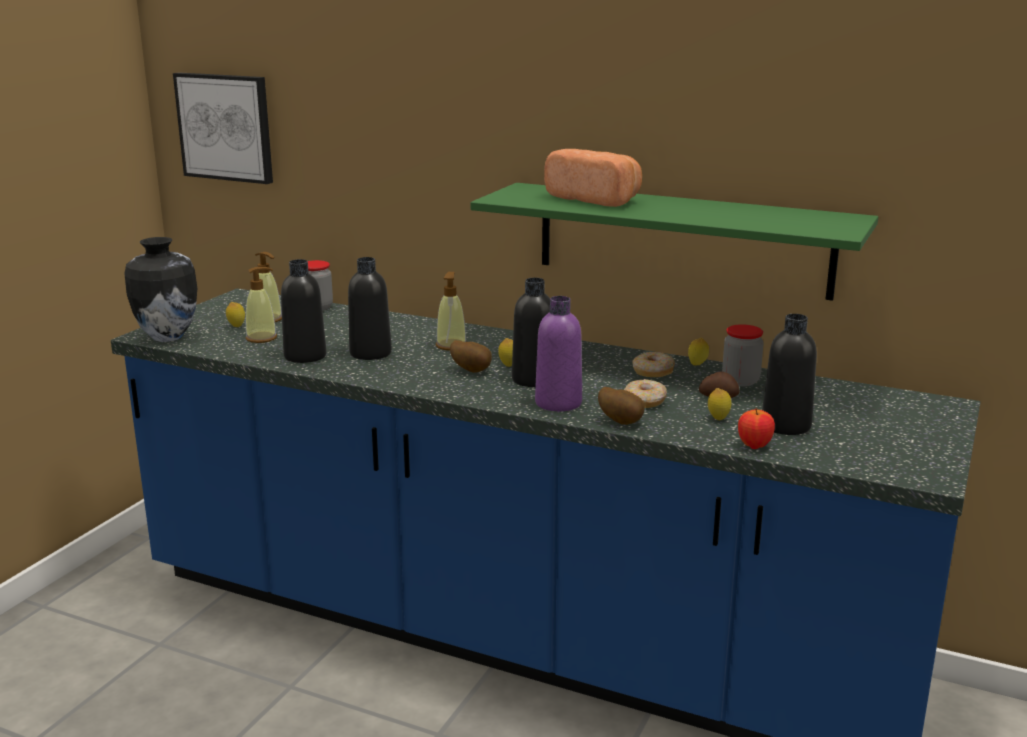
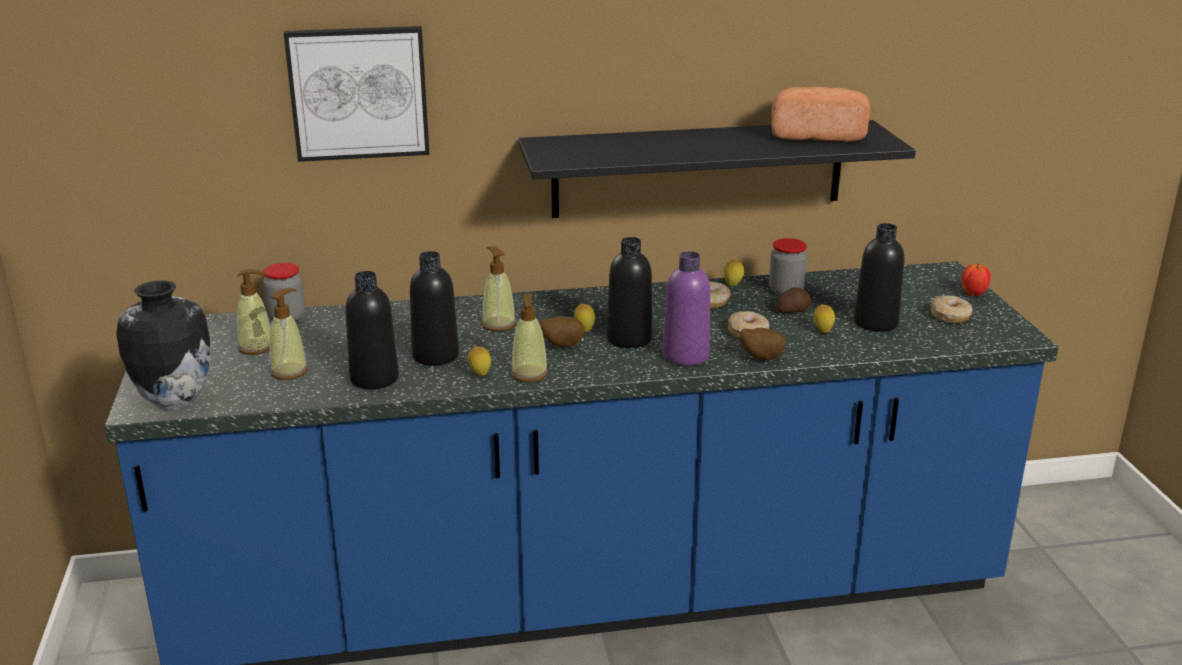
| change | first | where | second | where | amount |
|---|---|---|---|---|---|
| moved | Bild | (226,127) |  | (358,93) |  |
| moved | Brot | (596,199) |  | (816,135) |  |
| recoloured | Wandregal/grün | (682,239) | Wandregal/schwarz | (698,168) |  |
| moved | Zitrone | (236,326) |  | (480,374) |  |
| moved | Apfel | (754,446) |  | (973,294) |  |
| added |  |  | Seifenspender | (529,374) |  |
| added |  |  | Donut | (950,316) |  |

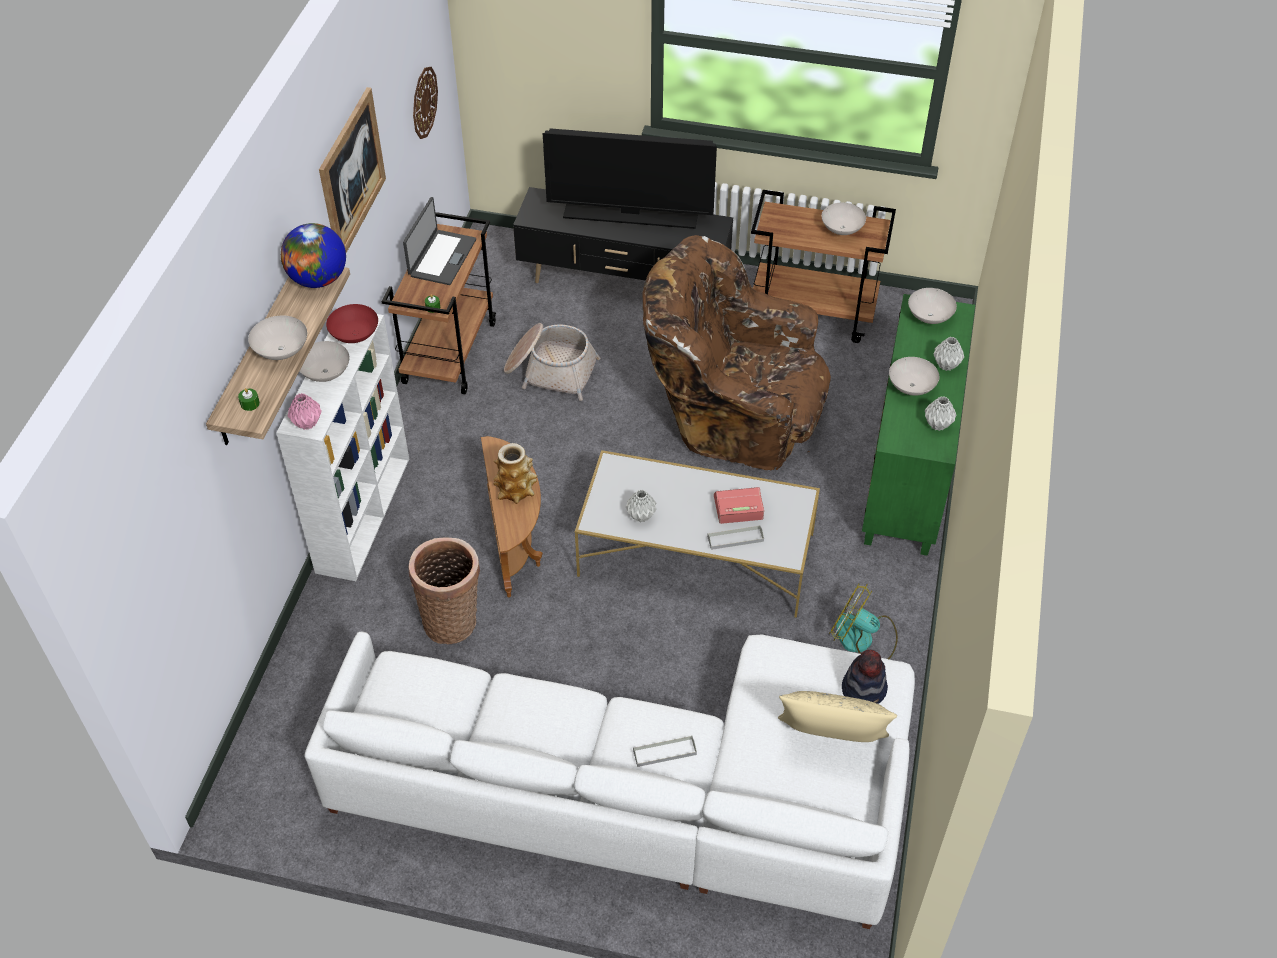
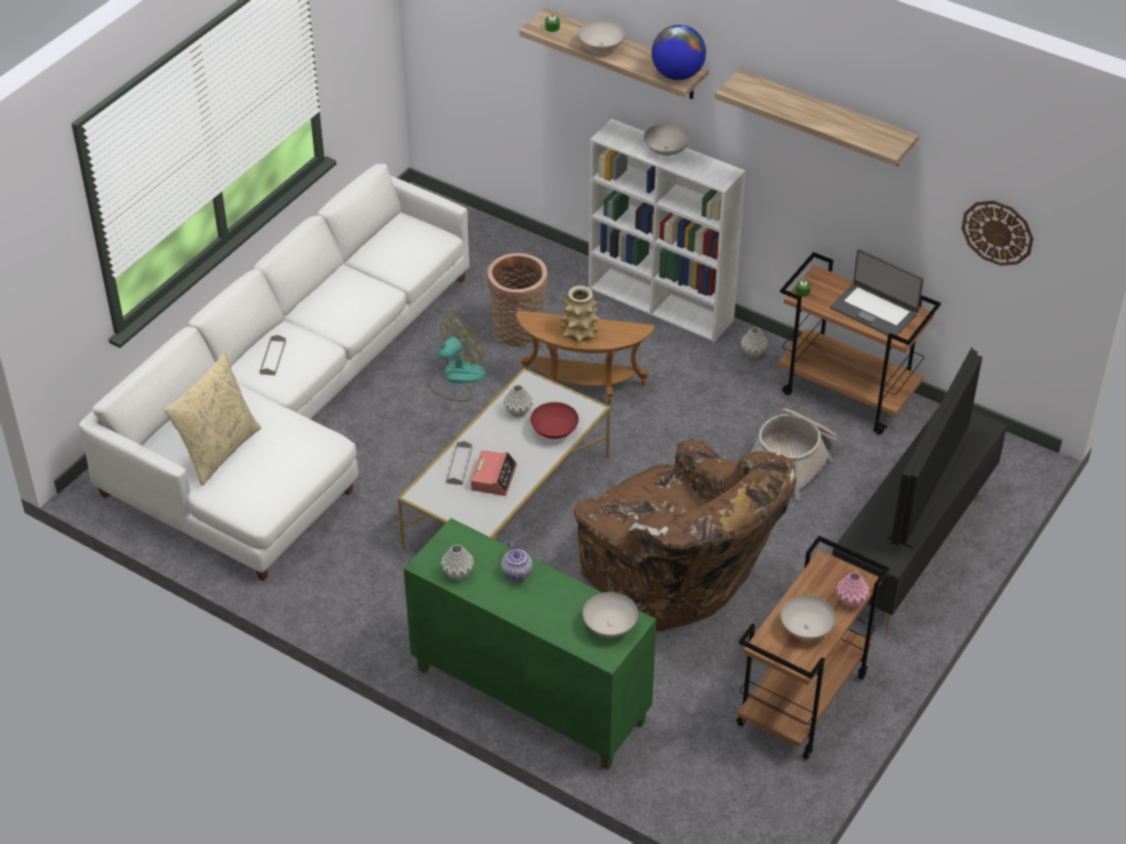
| change | first | where | second | where | amount |
|---|---|---|---|---|---|
| replaced | Bild | (352,174) | Wandregal | (825,119) |  |
| turned | Sessel/braun | (732,412) |  | (676,582) | 105 degrees clockwise |
| moved | Schüssel/rot | (354,336) |  | (554,431) |  |
| moved | Vase/grau | (946,365) |  | (753,353) |  |
| replaced | Schüssel/weiß | (912,387) | Teekanne | (517,573) |  |
| moved | Vase/rosa | (308,423) |  | (851,602) |  |
| moved | Ventilator | (862,639) |  | (456,378) |  |
| removed | Hut | (864,689) |  |  |  |

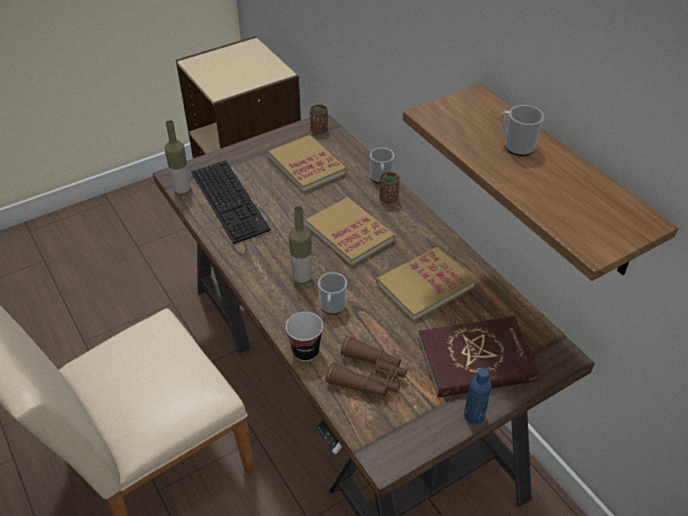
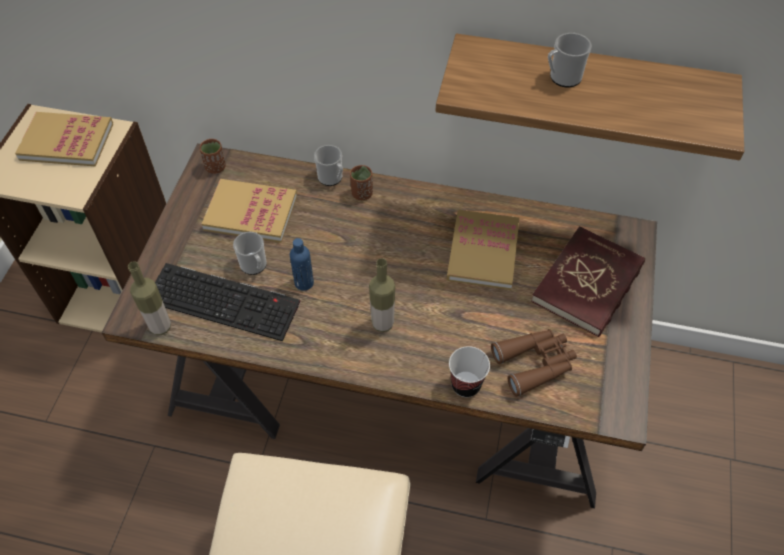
| change | first | where | second | where | amount |
|---|---|---|---|---|---|
| moved | Buch | (349,233) |  | (67,141) |  |
| moved | Henkelbecher | (332,307) |  | (255,266) |  |
| moved | Flasche/blau | (474,415) |  | (304,283) |  |

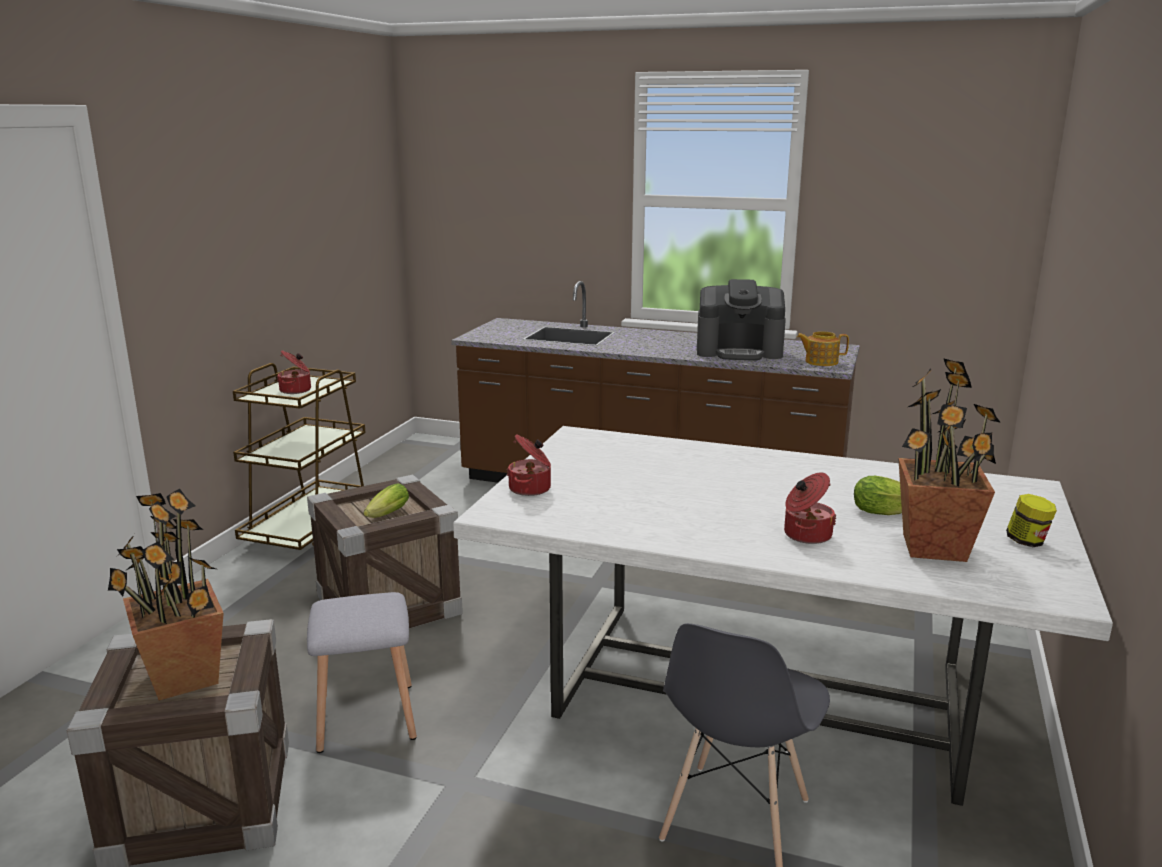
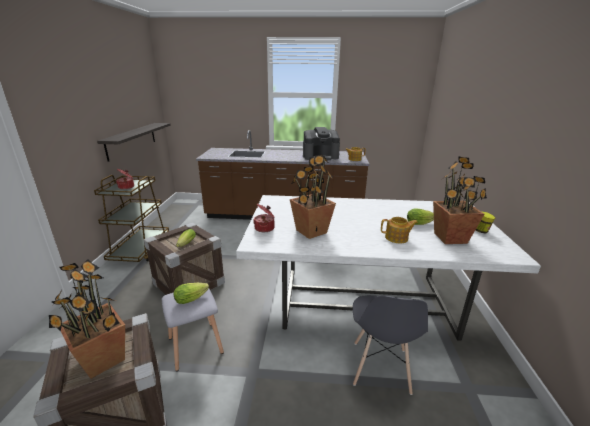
| change | first | where | second | where | amount |
|---|---|---|---|---|---|
| replaced | Kochtopf | (806,534) | Teekanne | (397,238) |  |
| added |  |  | Wandregal | (131,140) |  |
| added |  |  | Topfpflanze | (310,231) |  |
| added |  |  | Salatkopf | (193,298) |  |

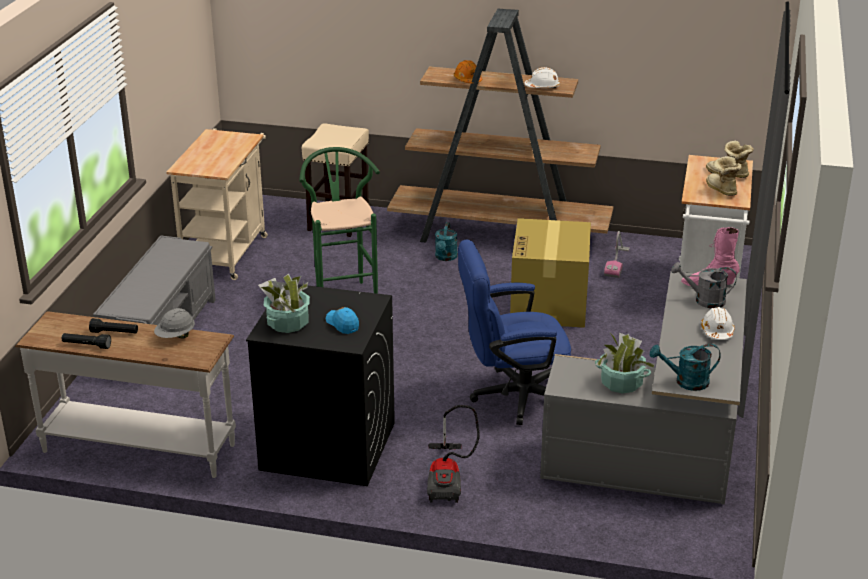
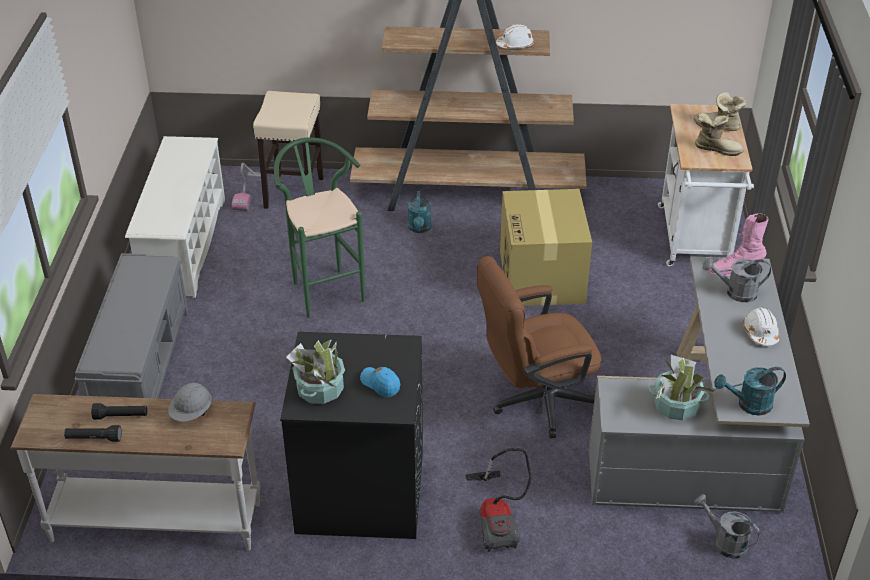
| change | first | where | second | where | amount |
|---|---|---|---|---|---|
| removed | Schutzhelm/orange | (468,80) |  |  |  |
| replaced | Rollwagen/beige | (227,251) | Schuhregal/weiß | (184,245) |  |
| turned | Stiefel | (720,190) |  | (716,148) | 135 degrees clockwise |
| moved | Staubsauger | (617,263) |  | (247,192) |  |
| recoloured | Bürostuhl/blau | (512,396) | Bürostuhl/braun | (535,401) |  |
| added |  |  | Gießkanne/grau | (724,542) |  |

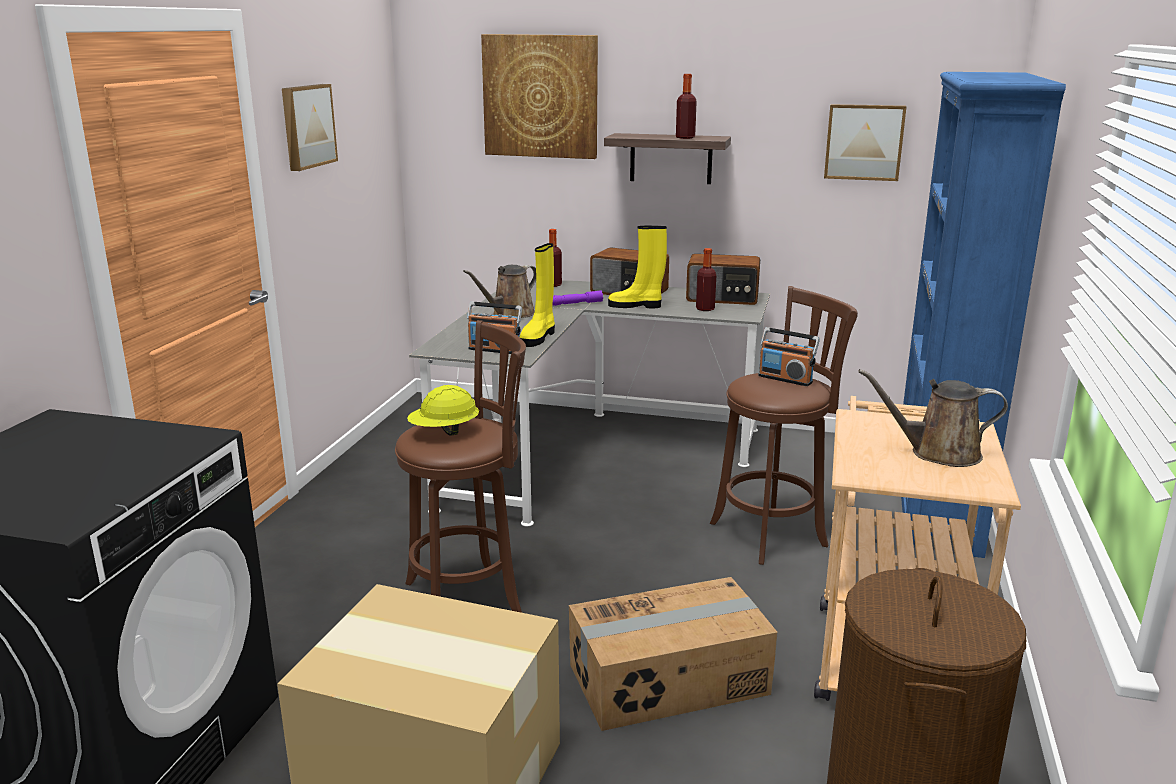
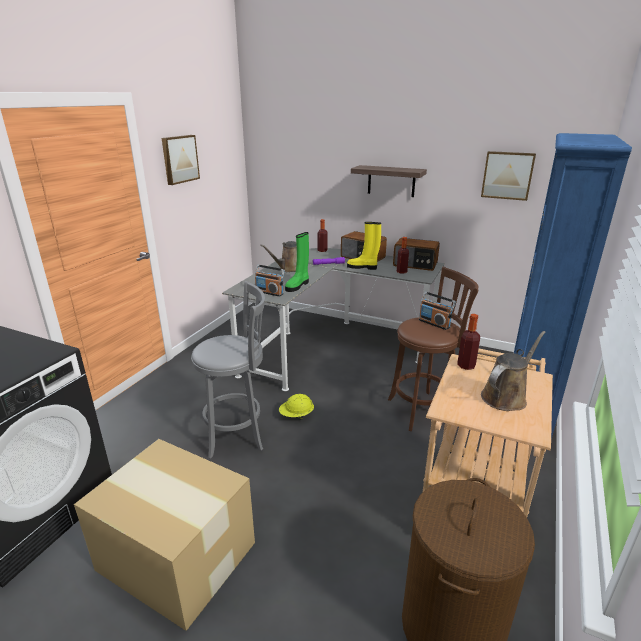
| change | first | where | second | where | amount |
|---|---|---|---|---|---|
| removed | Bild | (540,96) |  |  |  |
| moved | Flasche | (685,137) |  | (466,365) |  |
| recoloured | Stiefel/gelb | (538,337) | Stiefel/grün | (297,285) |  |
| recoloured | Hocker/braun | (469,597) | Hocker/grau | (238,434) |  |
| turned | Gießkanne/braun | (938,453) |  | (506,396) | 120 degrees clockwise |
| moved | Schutzhelm/gelb | (444,432) |  | (296,415) |  |
| removed | Karton | (669,680) |  |  |  |

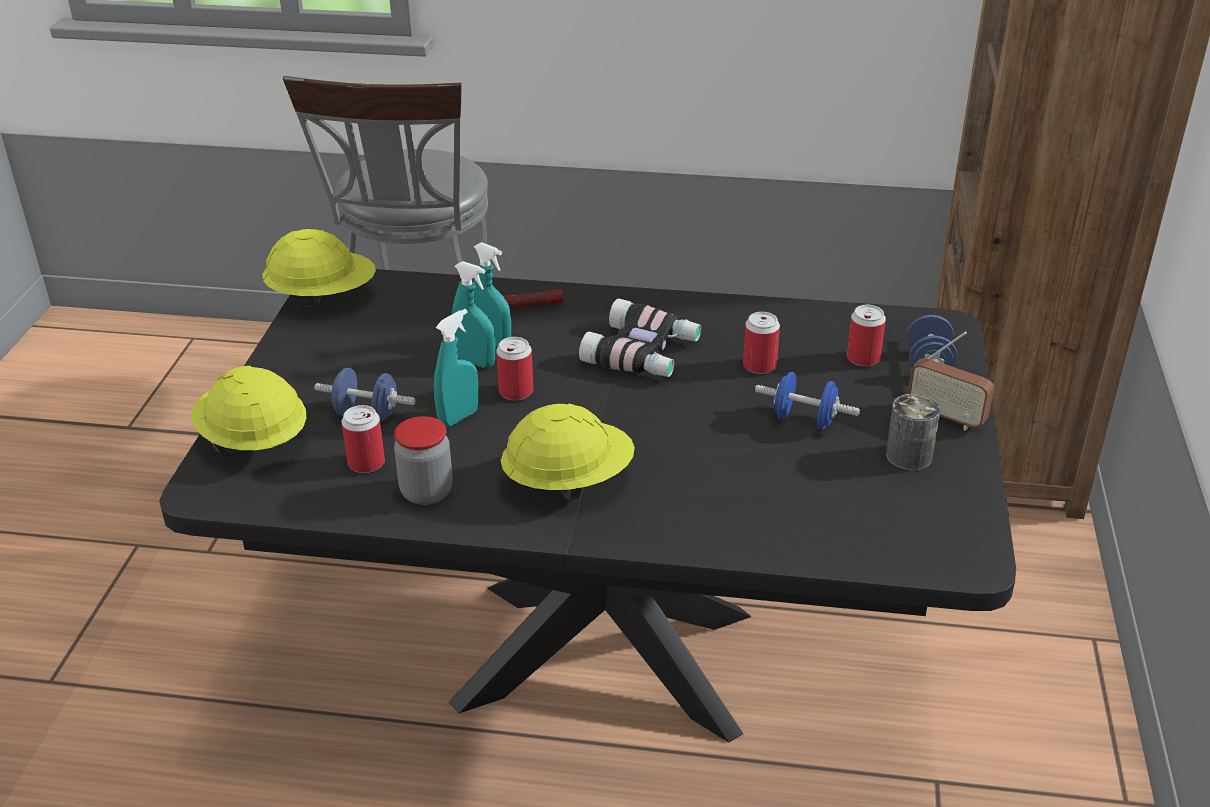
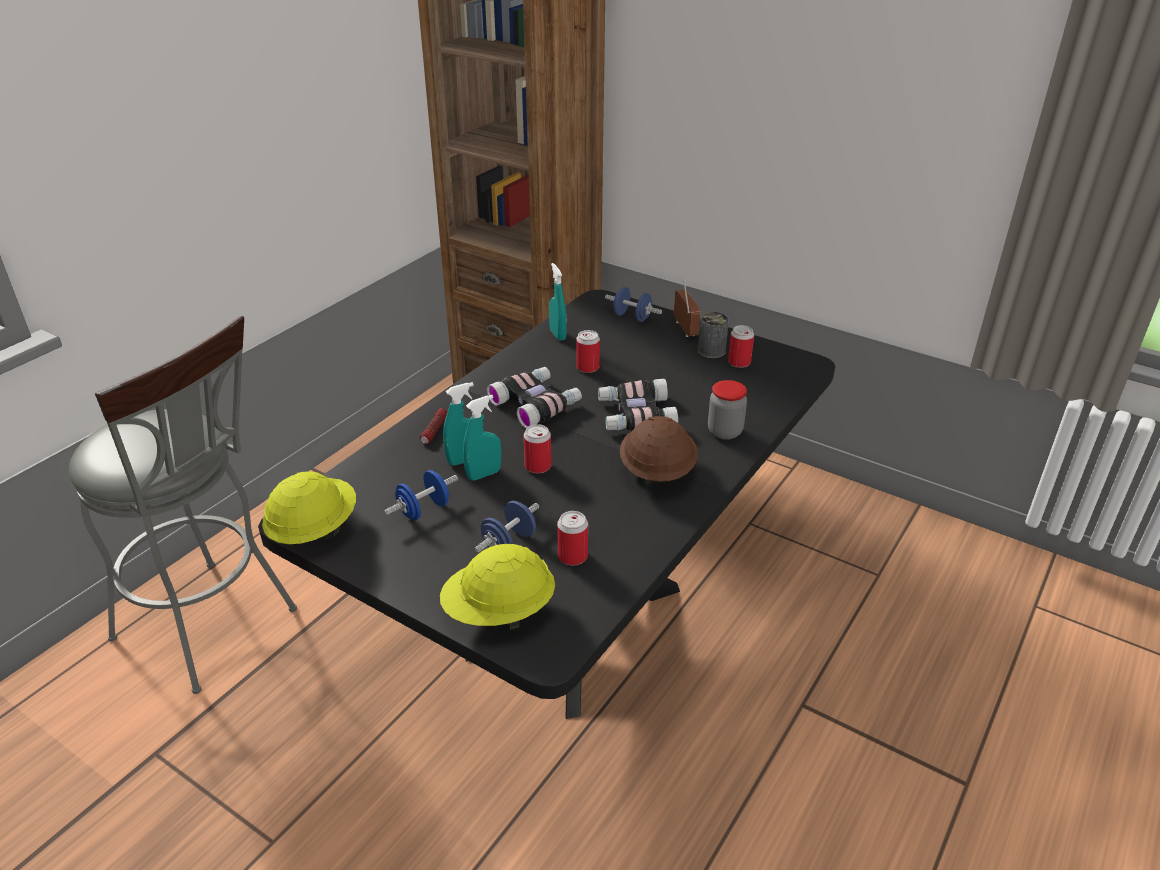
| change | first | where | second | where | amount |
|---|---|---|---|---|---|
| moved | Dose | (863,358) |  | (739,362) |  |
| moved | Sprühflasche/türkis | (459,417) |  | (557,334) |  |
| turned | Radio | (945,417) |  | (684,329) | 75 degrees counterclockwise |
| moved | Hantel/blau | (804,420) |  | (424,510) |  |
| recoloured | Schutzhelm/gelb | (568,481) | Schutzhelm/braun | (656,471) |  |
| moved | Vorratsglas | (426,492) |  | (725,432) |  |
| added |  |  | Fernglas | (635,415) |  |

